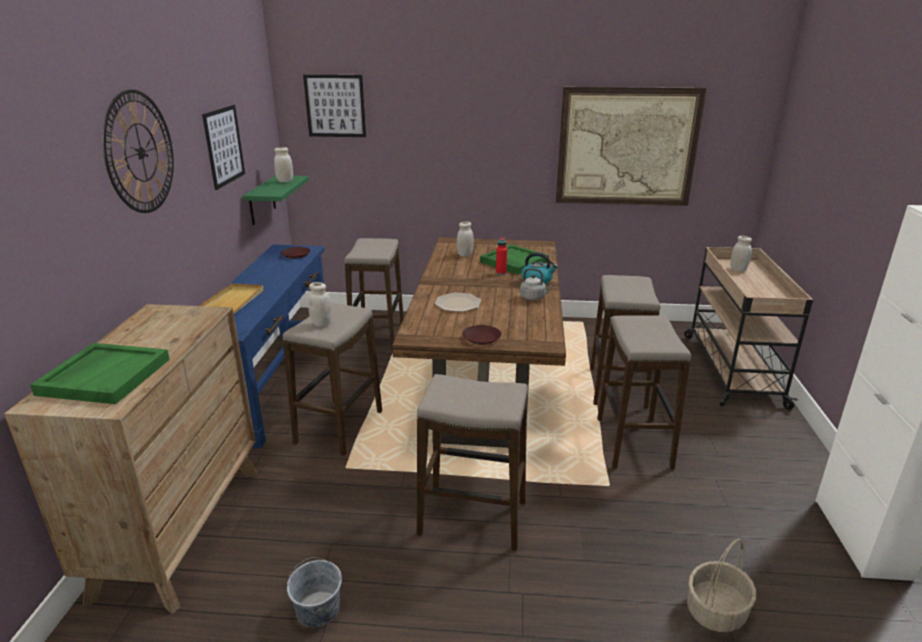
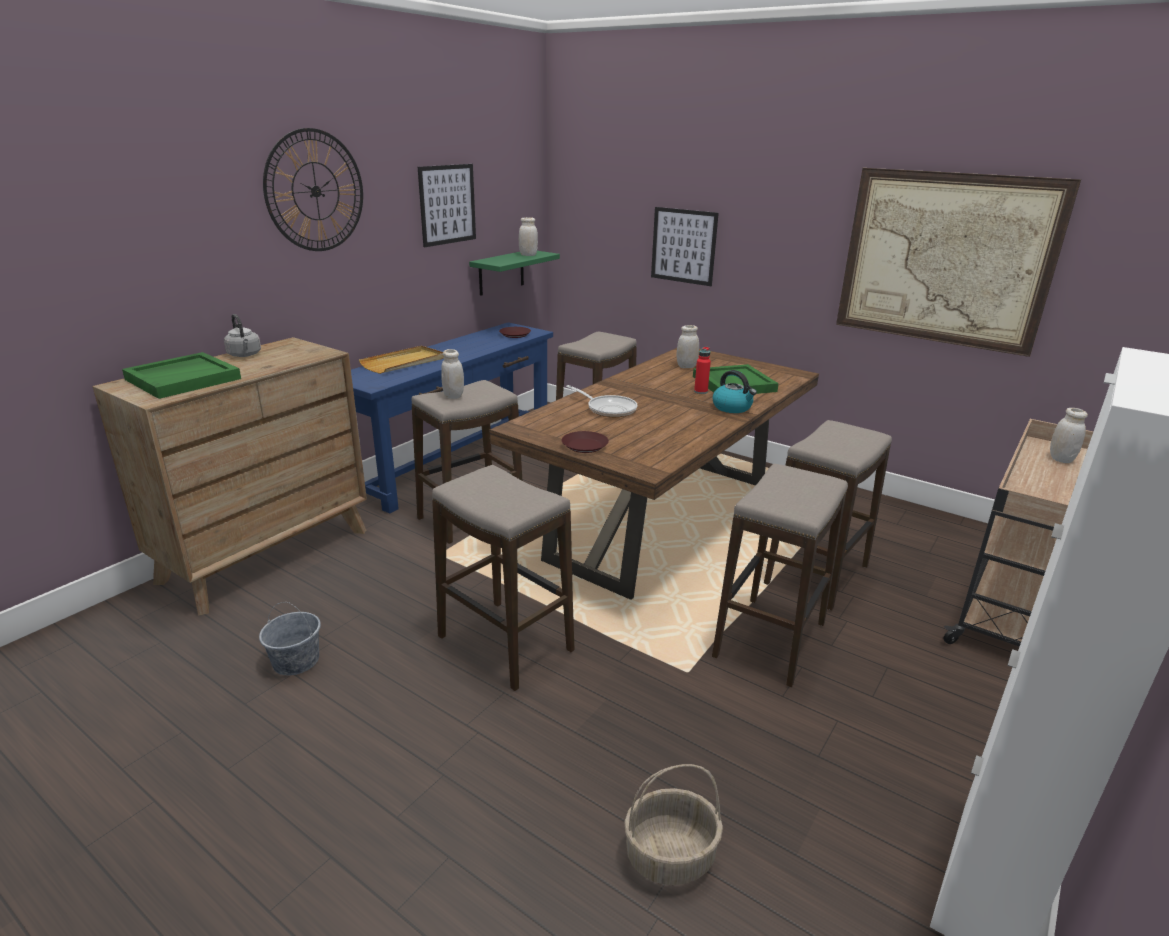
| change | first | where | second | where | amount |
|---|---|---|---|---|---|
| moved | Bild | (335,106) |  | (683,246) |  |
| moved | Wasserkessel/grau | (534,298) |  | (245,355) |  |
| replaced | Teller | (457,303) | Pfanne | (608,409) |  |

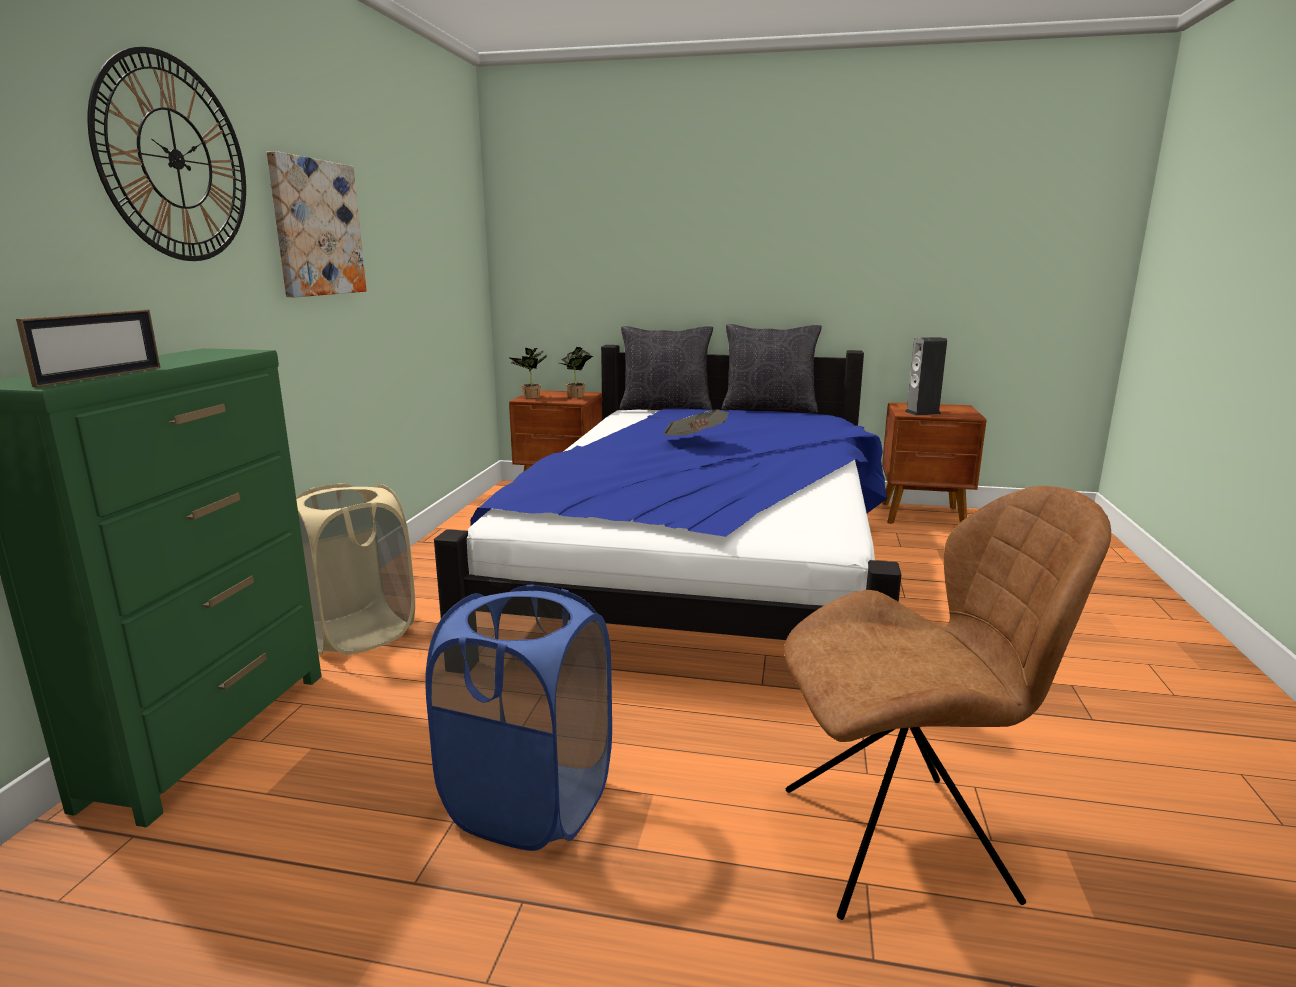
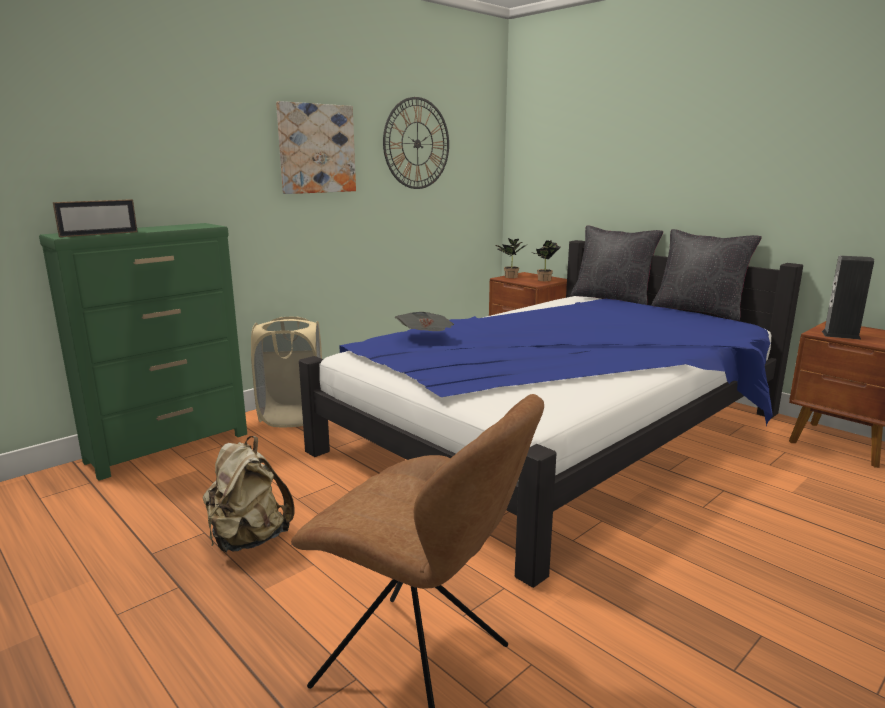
| change | first | where | second | where | amount |
|---|---|---|---|---|---|
| moved | Wanduhr | (175,159) |  | (417,143) |  |
| moved | Zeitung | (695,441) |  | (426,338) |  |
| replaced | Wäschekorb/blau | (529,803) | Rucksack/beige | (248,539) |  |

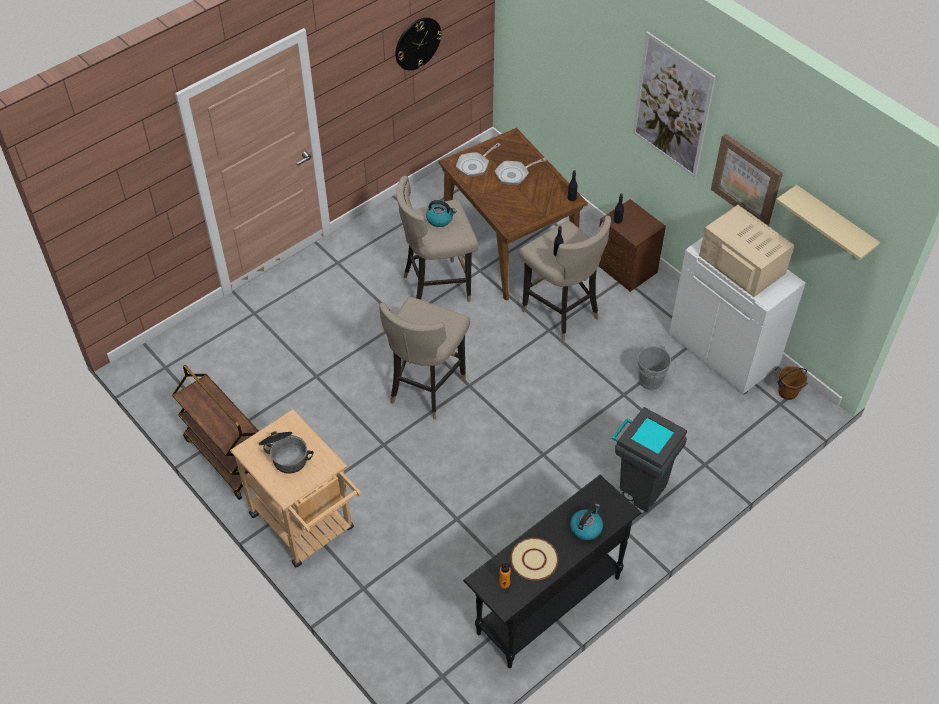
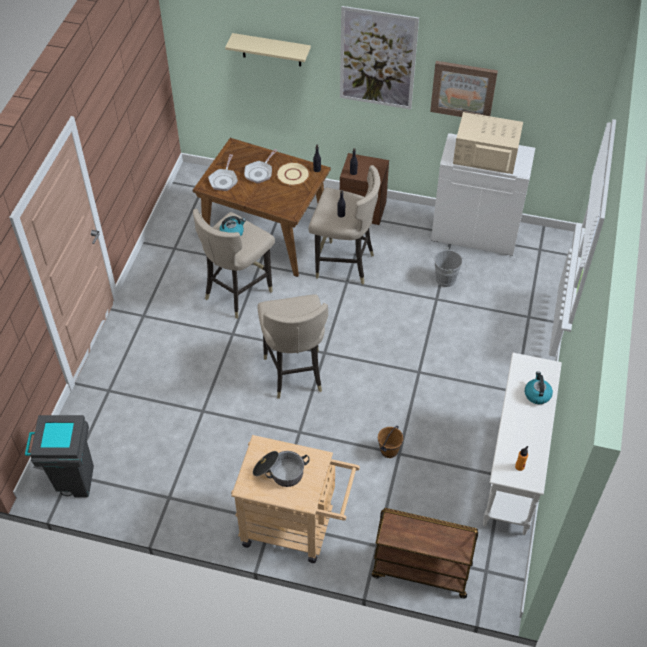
| change | first | where | second | where | amount |
|---|---|---|---|---|---|
| removed | Wanduhr | (417,43) |  |  |  |
| moved | Wandregal/beige | (833,225) |  | (271,50) |  |
| moved | Rollwagen/braun | (227,458) |  | (420,570) |  |
| moved | Eimer/braun | (787,392) |  | (389,450) |  |
| moved | Mülleimer/grau | (639,489) |  | (72,481) |  |
| recoloured | Konsolentisch/schwarz | (548,605) | Konsolentisch/weiß | (512,474) |  |
| moved | Teller/beige | (533,559) |  | (292,175) |  |

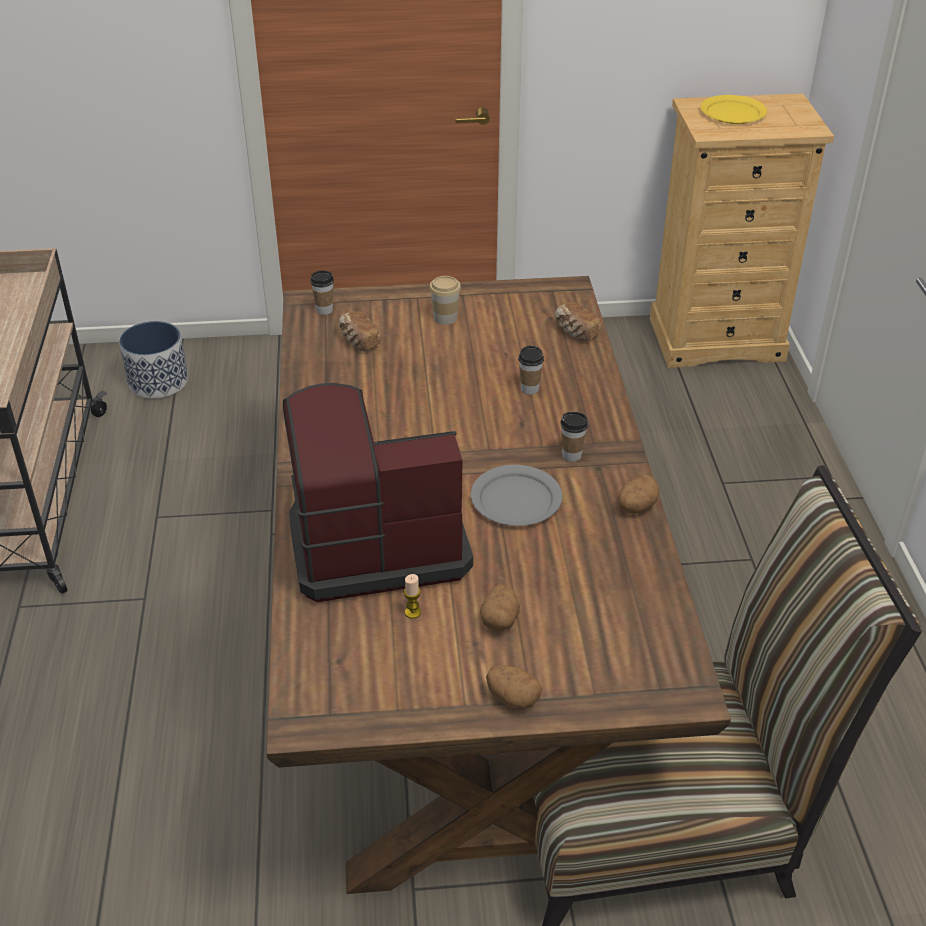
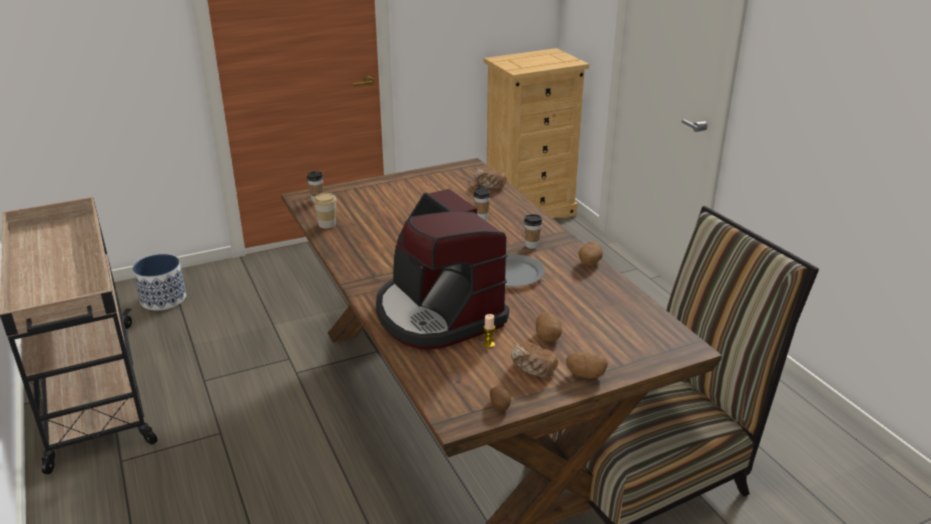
| change | first | where | second | where | amount |
|---|---|---|---|---|---|
| removed | Teller/gelb | (733,113) |  |  |  |
| moved | Tasse | (445,318) |  | (327,224) |  |
| moved | Brot | (358,341) |  | (533,369) |  |
| turned | Kaffeemaschine | (375,543) |  | (438,314) | 90 degrees counterclockwise |
| added |  |  | Kartoffel | (500,405) |  |

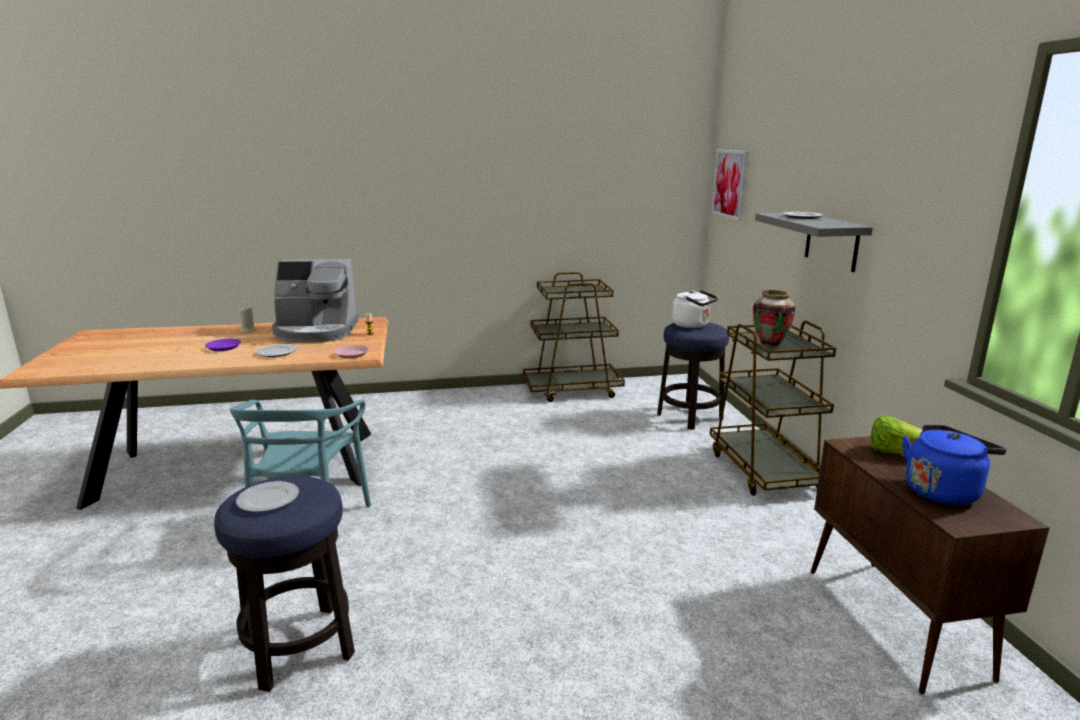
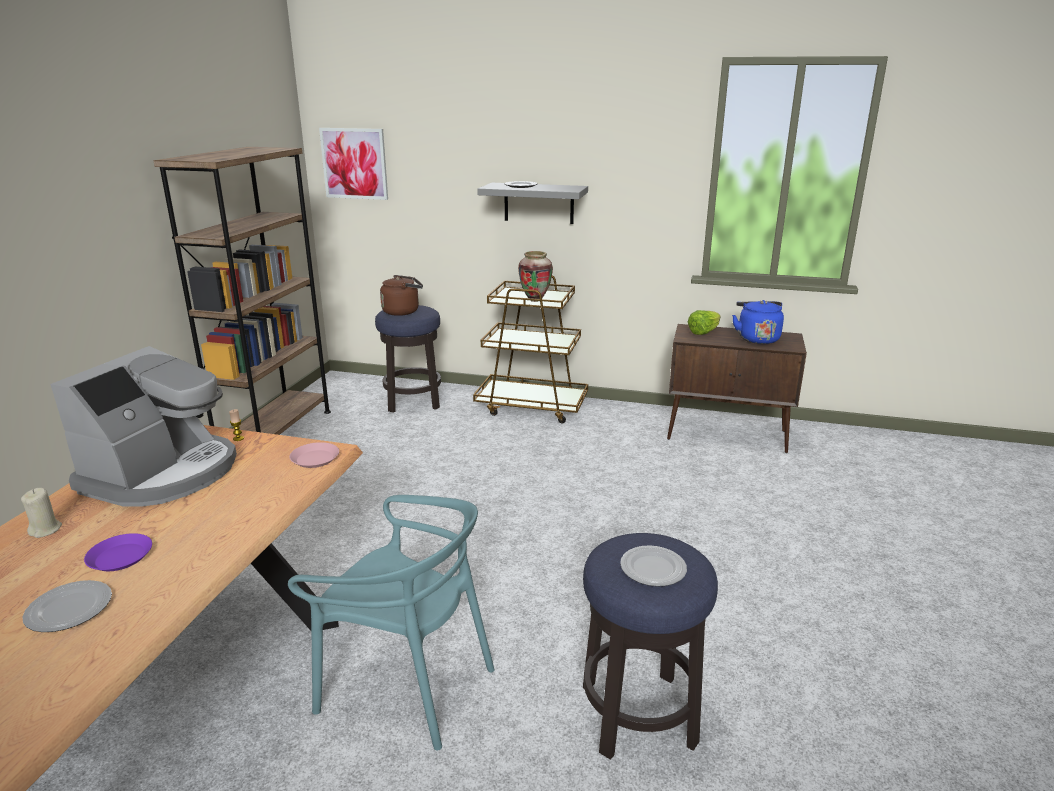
| change | first | where | second | where | amount |
|---|---|---|---|---|---|
| replaced | Rollwagen/braun | (572,390) | Bücherregal/braun | (276,433) |  |
| recoloured | Wasserkessel/weiß | (693,325) | Wasserkessel/braun | (403,311) |  |
| moved | Teller | (277,352) |  | (70,609) |  |

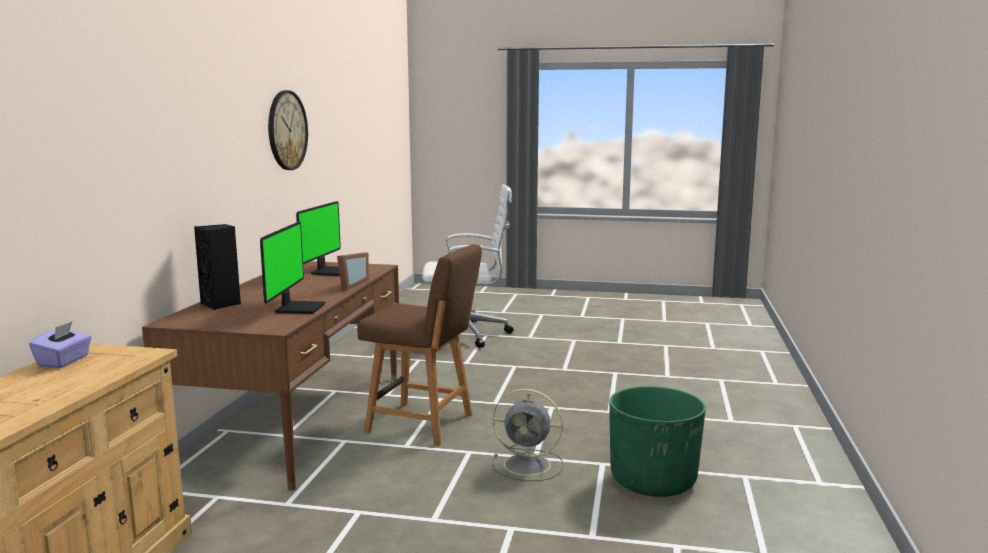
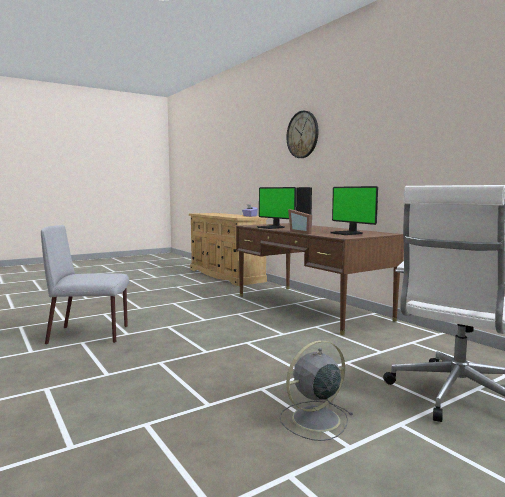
| change | first | where | second | where | amount |
|---|---|---|---|---|---|
| moved | Wanduhr | (287,130) |  | (302,134) |  |
| removed | Stuhl/braun | (423,424) |  |  |  |
| replaced | Pflanzkübel/grün | (653,481) | Stuhl/grau | (90,335) |  |
| moved | Ventilator/grau | (529,465) |  | (314,419) |  |

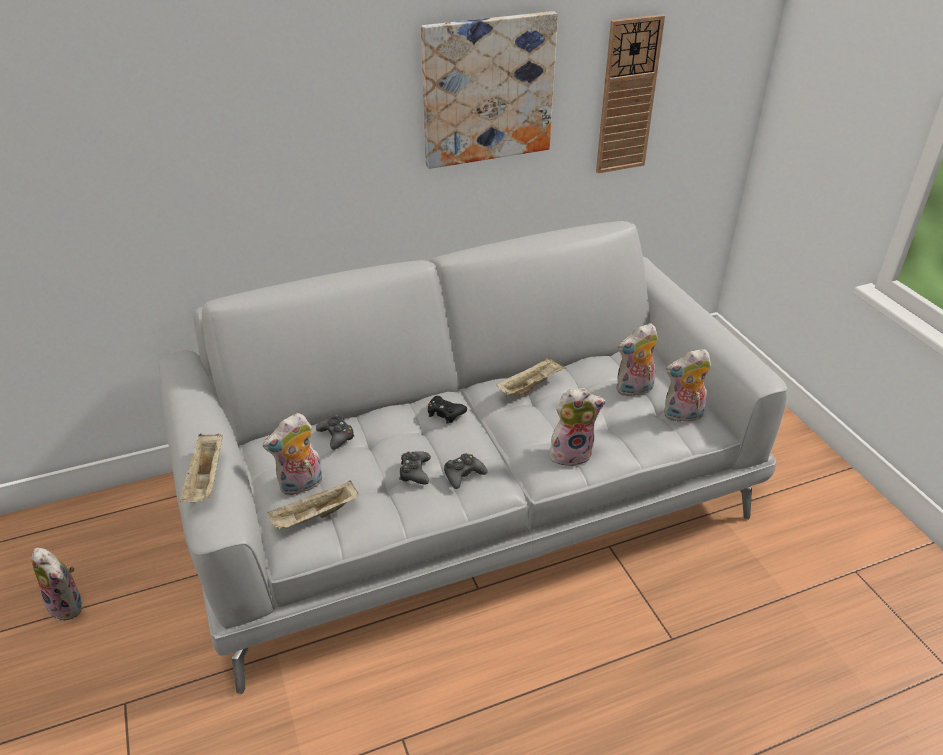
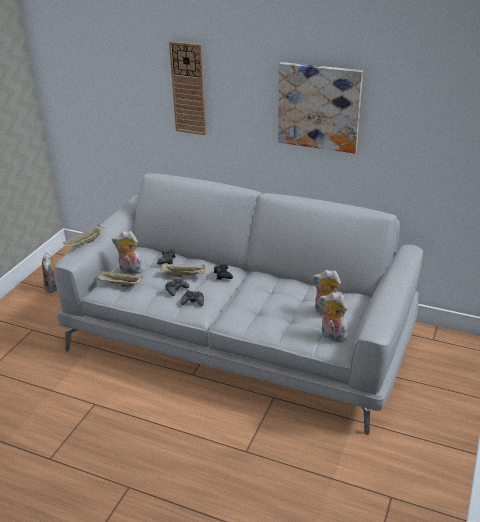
| change | first | where | second | where | amount |
|---|---|---|---|---|---|
| moved | Wanduhr | (627,96) |  | (188,89) |  |
| moved | Tablett/beige | (530,386) |  | (184,275) |  |
| removed | Plüschtier | (571,453) |  |  |  |

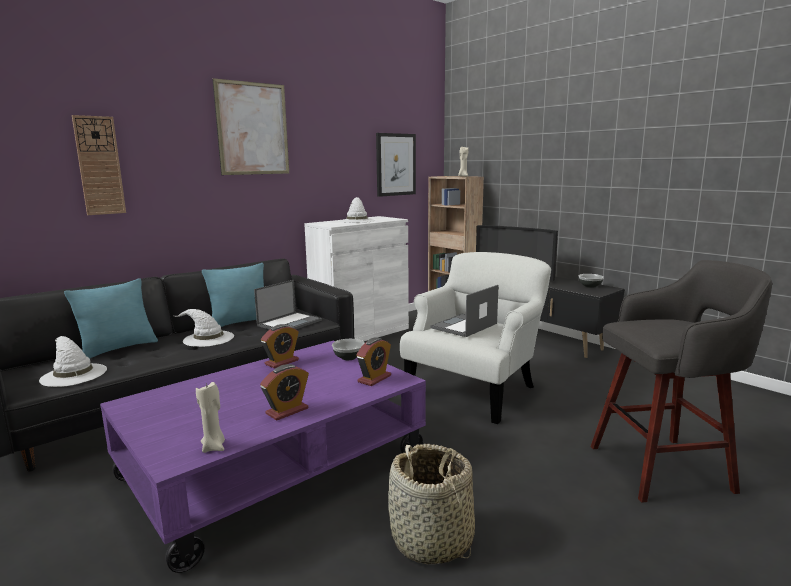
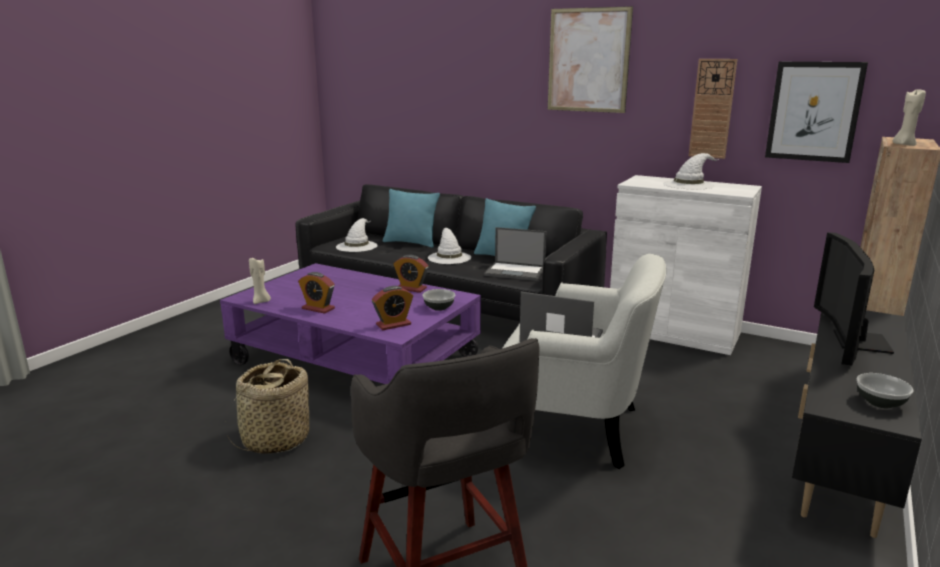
| change | first | where | second | where | amount |
|---|---|---|---|---|---|
| moved | Wanduhr | (99,166) |  | (712,109) |  |
| turned | Wecker | (374,379) |  | (393,324) | 45 degrees counterclockwise |

